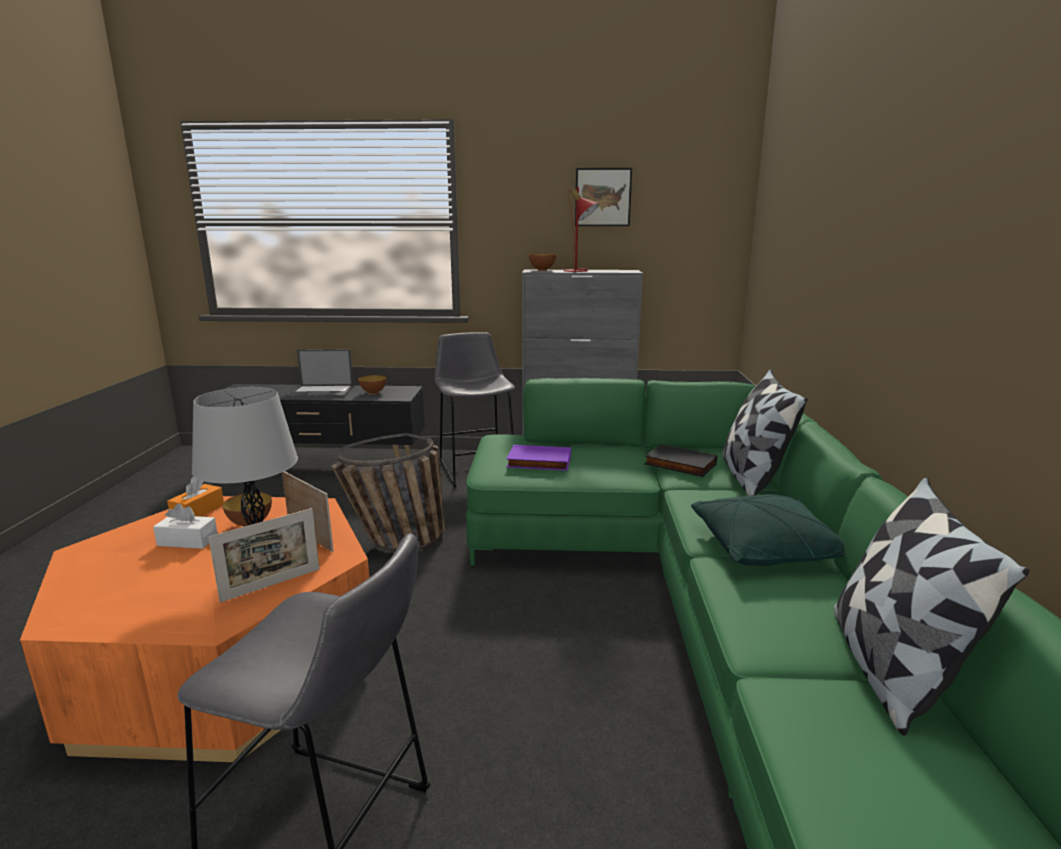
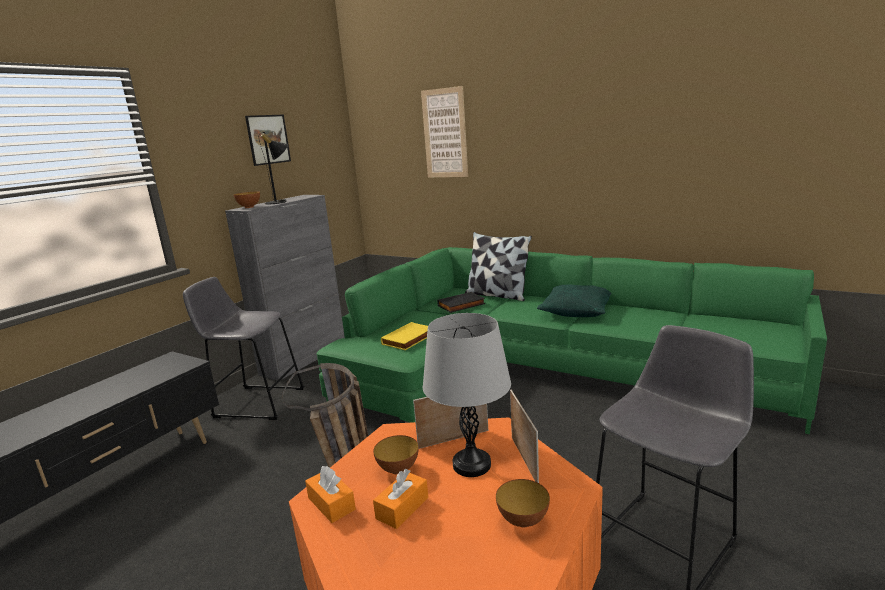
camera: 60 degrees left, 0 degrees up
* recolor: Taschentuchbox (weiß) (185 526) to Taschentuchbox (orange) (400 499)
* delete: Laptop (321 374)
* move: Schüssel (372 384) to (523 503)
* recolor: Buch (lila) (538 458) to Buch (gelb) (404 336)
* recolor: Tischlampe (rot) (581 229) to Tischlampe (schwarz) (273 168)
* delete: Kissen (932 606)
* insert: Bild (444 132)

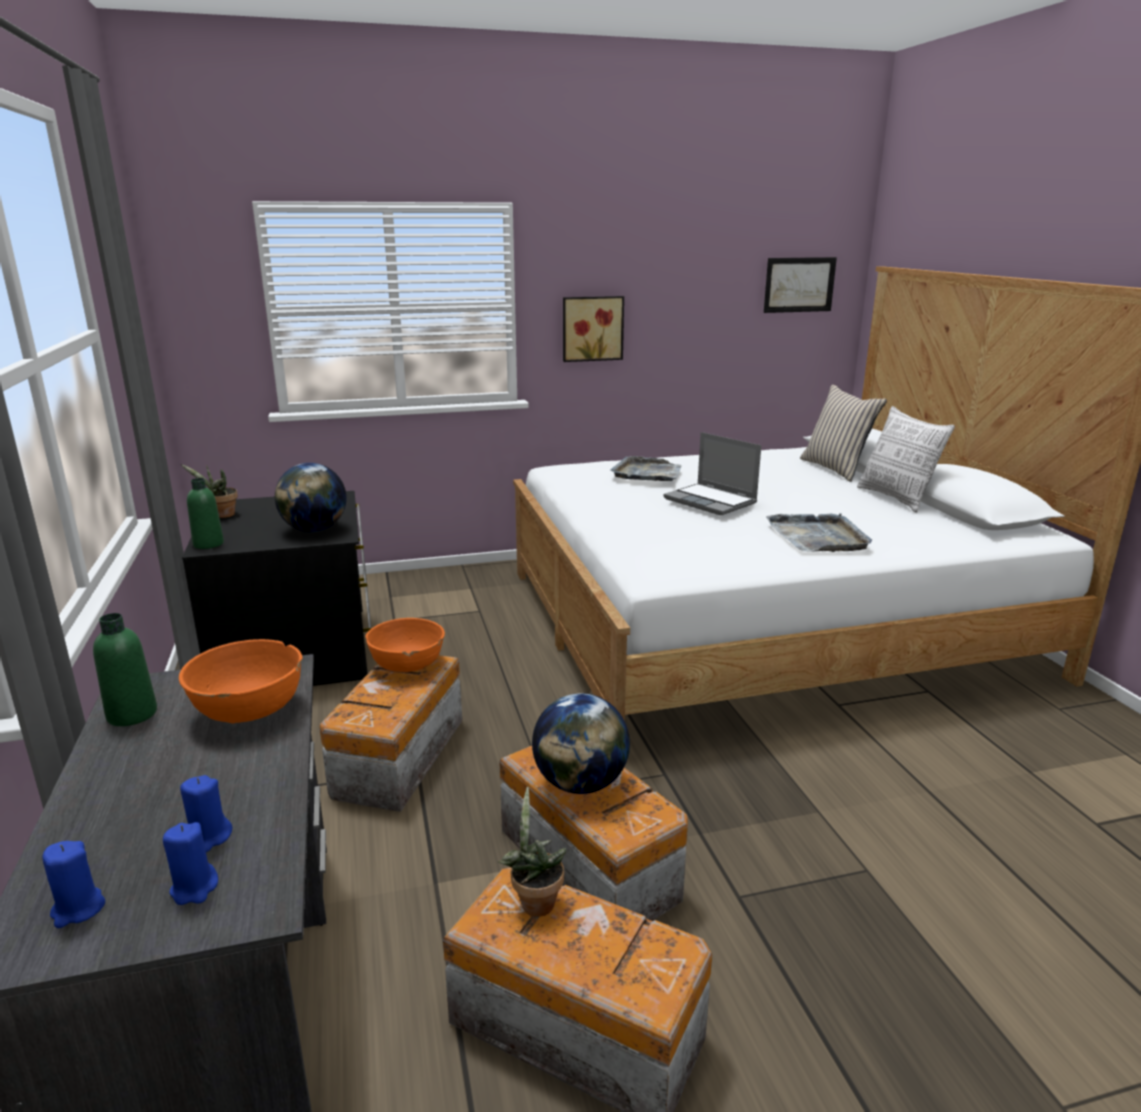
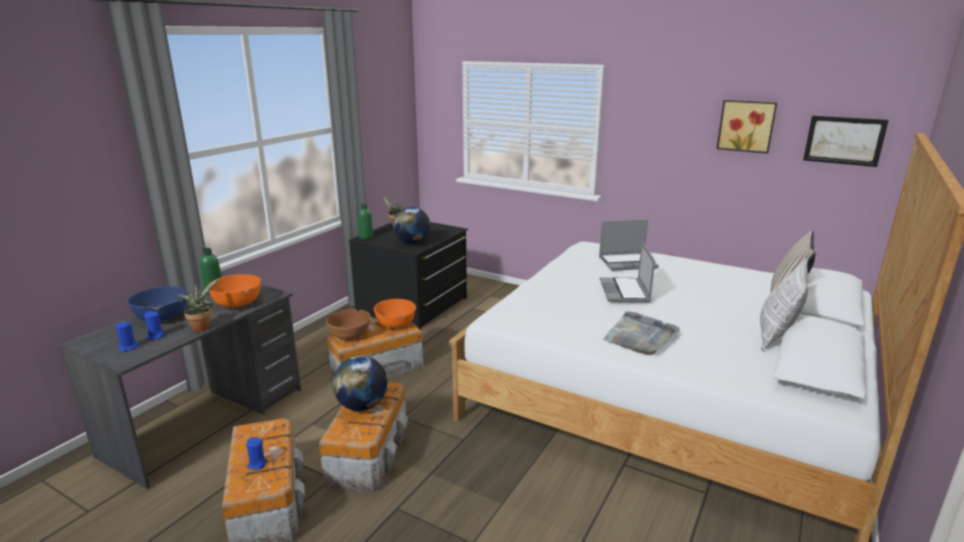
camera: 45 degrees right, 0 degrees up
* move: Kerze (blau) (73 884) to (257 453)
* move: Topfpflanze (532 852) to (198 305)
* move: Bild (593 329) to (747 127)
* replace: Tablett (grau) (646 468) to Laptop (629 245)
* insert: Schüssel (blau) (157 304)
* insert: Schüssel (braun) (348 324)

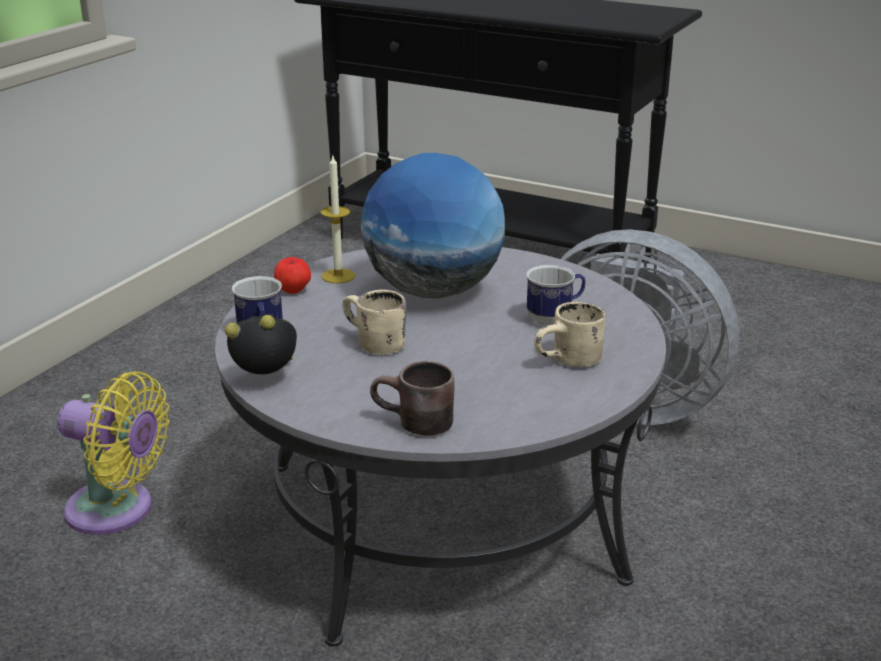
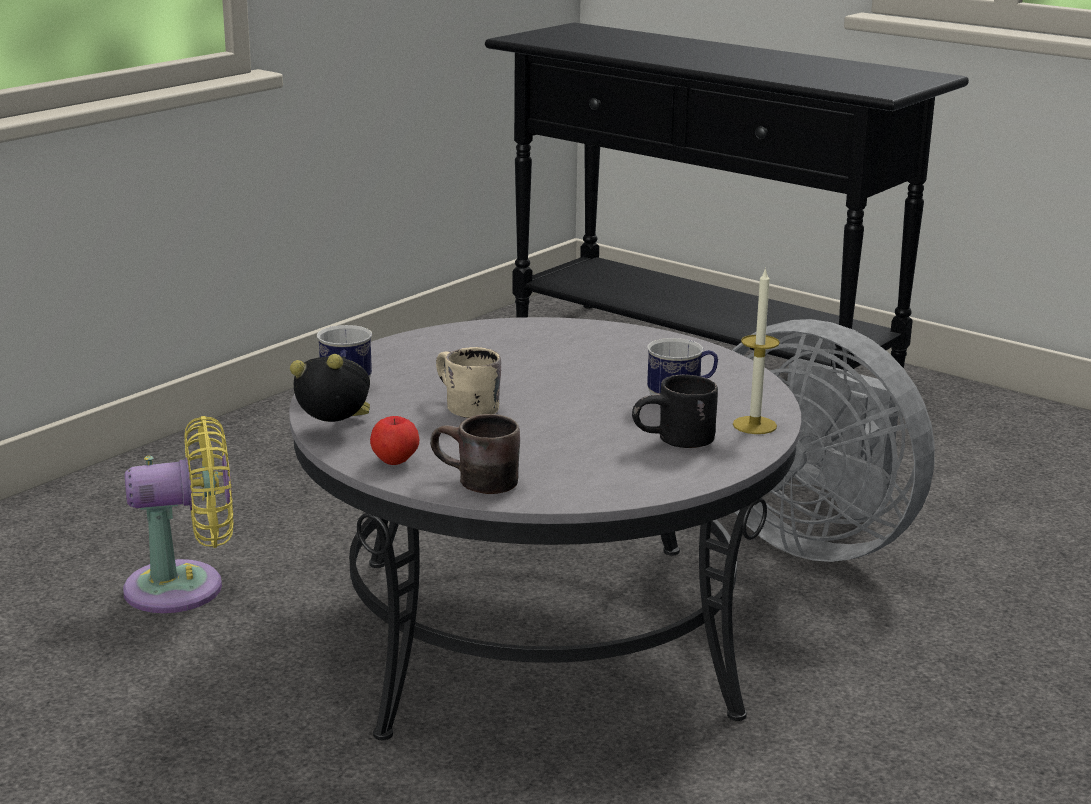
camera: 10 degrees right, 5 degrees down
* rotate: Ventilator (gelb) (113 453) = (178 514) 45 degrees counterclockwise
* move: Apfel (292 275) to (394 440)
* move: Kerze (338 219) to (756 350)
* delete: Globus (433 226)
* recolor: Henkelbecher (beige) (569 334) to Henkelbecher (schwarz) (675 411)

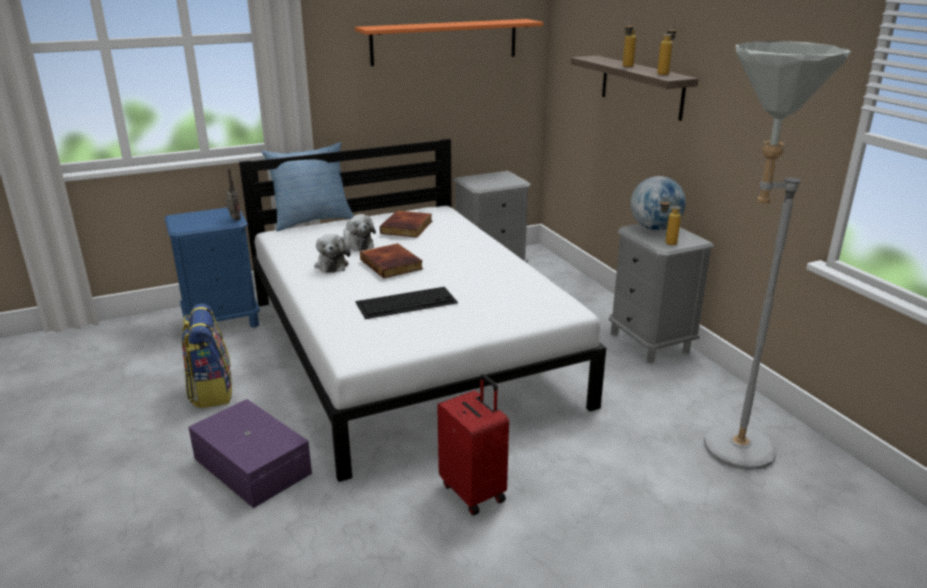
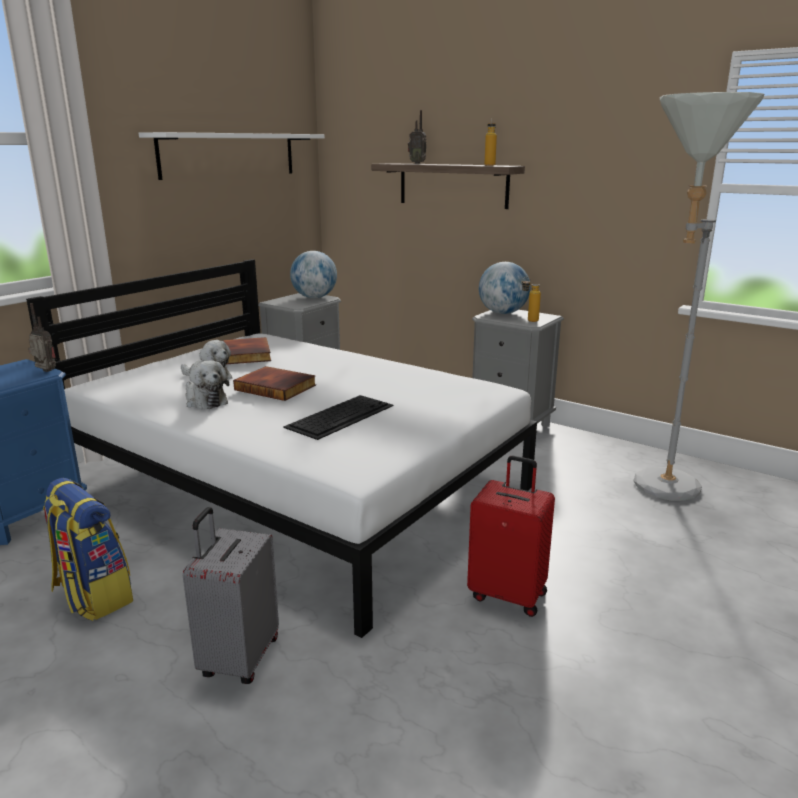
camera: 30 degrees left, 5 degrees down
* replace: Aufbewahrungsbox (lila) (250 453) to Koffer (grau) (231 595)
* delete: Kissen (308 186)
* recolor: Wandregal (orange) (449 42) to Wandregal (weiß) (232 156)
* delete: Flasche (629 44)
* insert: Globus (313 274)
* insert: Radio (417 137)

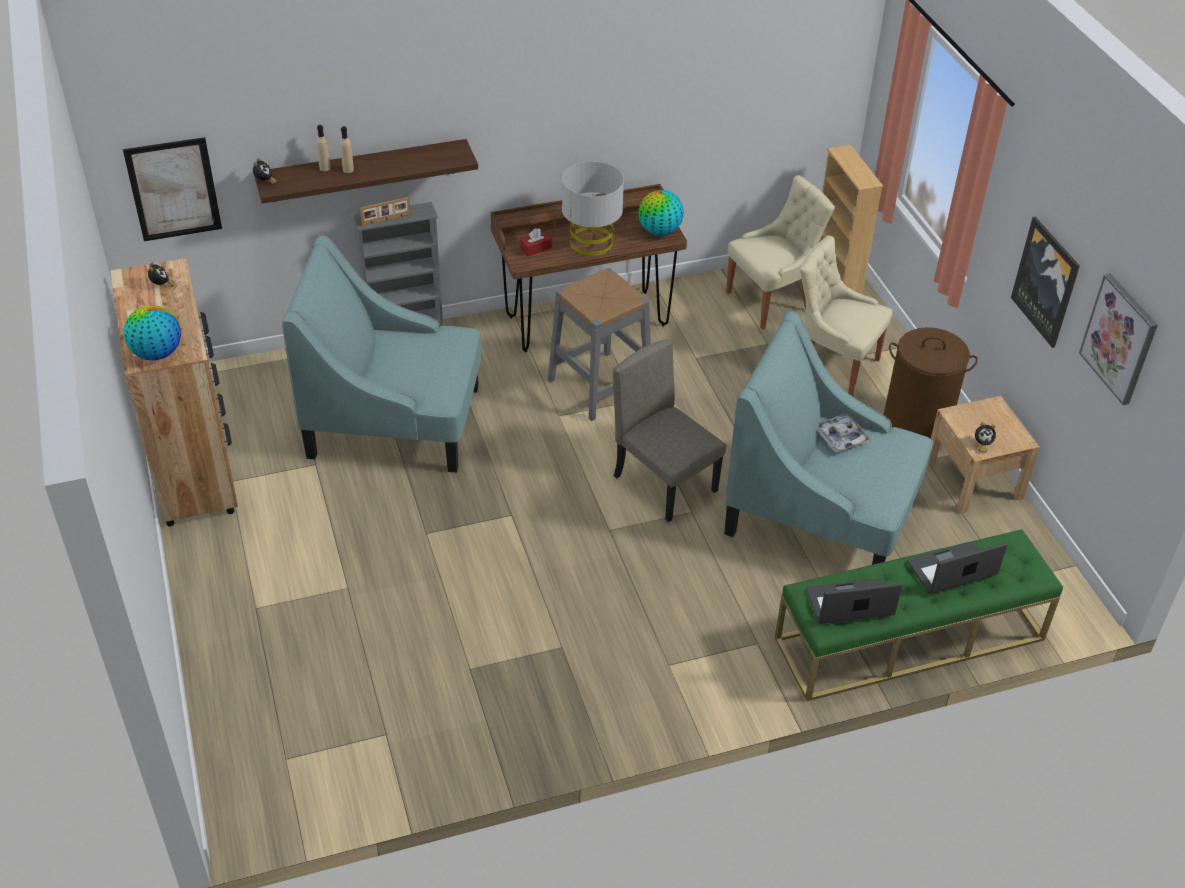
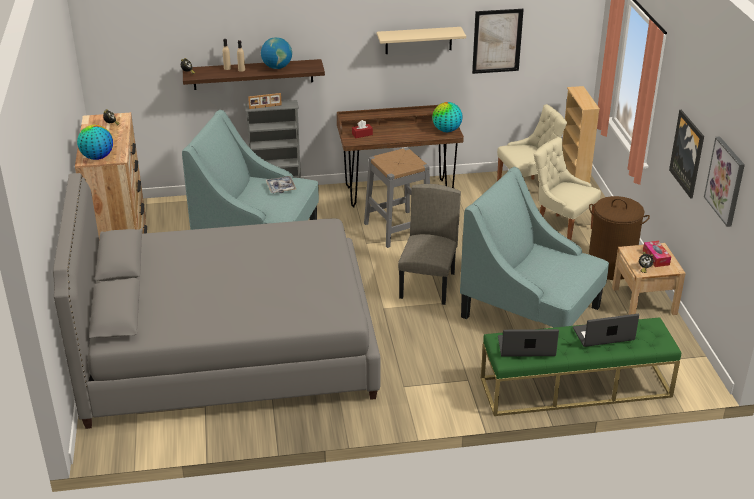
camera: 10 degrees right, 10 degrees down
* move: Bild (172 189) to (498 41)
* delete: Tischlampe (grau) (593 208)
* rotate: Stuhl (beige) (669 430) = (429 244) 45 degrees clockwise
* move: Tablett (844 432) to (281 184)
* insert: Bett (grau) (216 301)
* insert: Globus (276 53)
* insert: Wandregal (beige) (421 40)
* insert: Taschentuchbox (657 254)

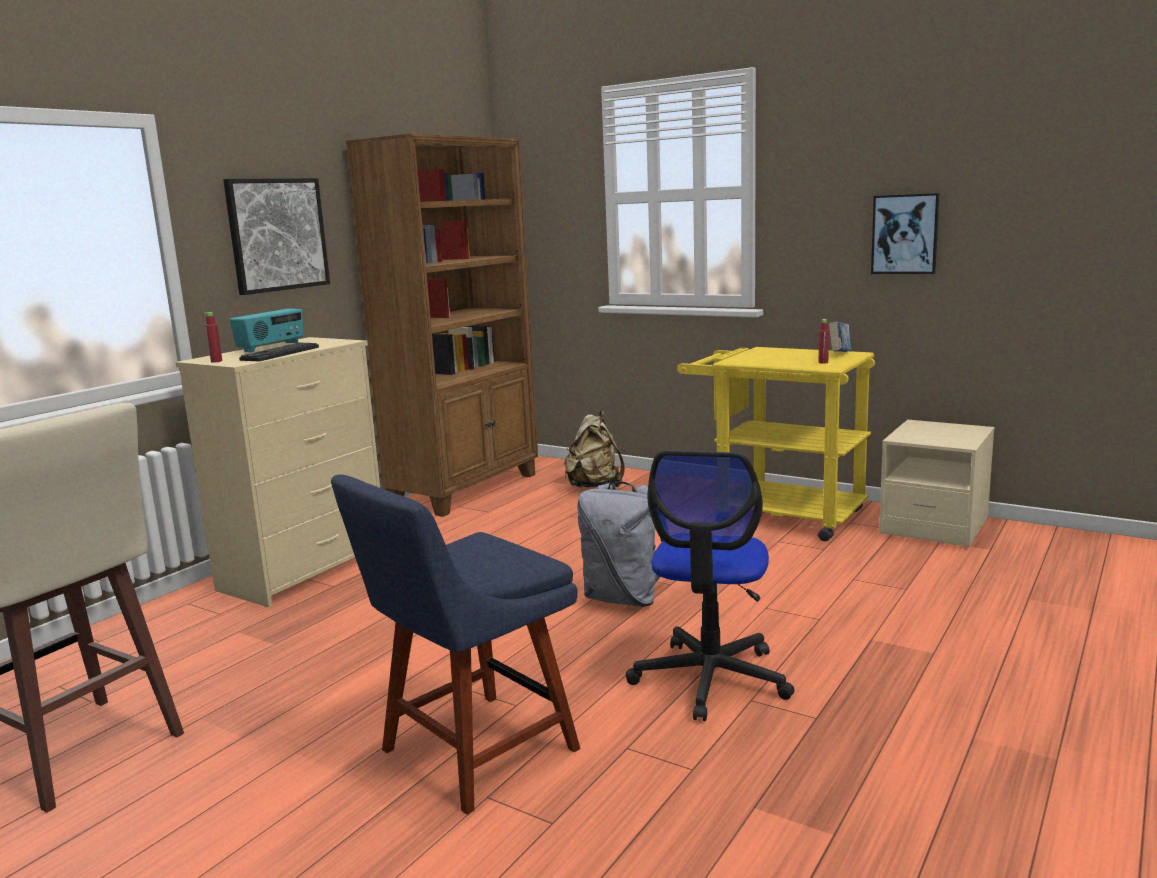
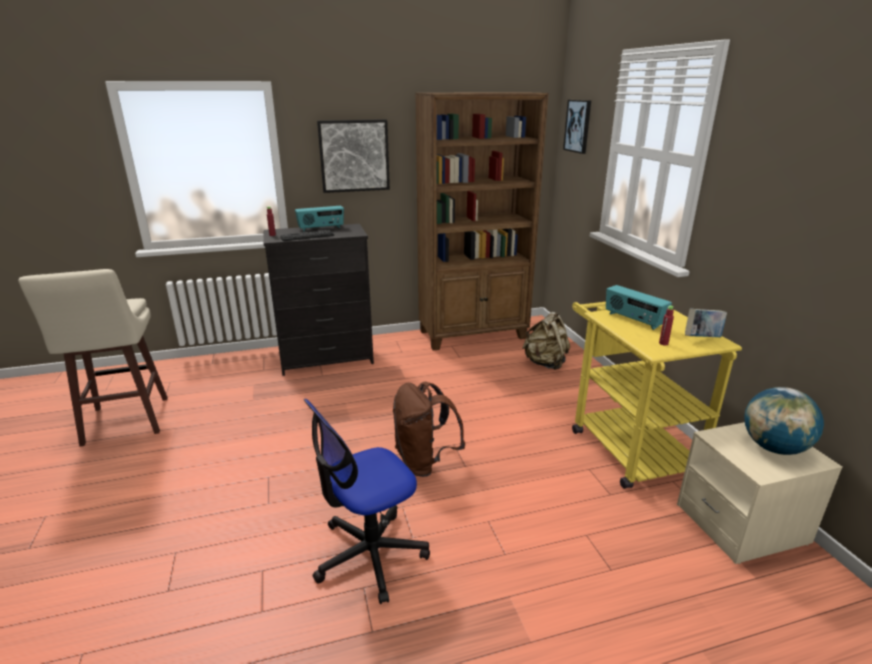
camera: 40 degrees right, 10 degrees up
* recolor: Kommode (beige) (277 472) to Kommode (schwarz) (318 300)
* delete: Stuhl (blau) (455 645)
* recolor: Rucksack (grau) (620 544) to Rucksack (braun) (429 429)
* move: Bild (905 233) to (577 127)
* insert: Radio (639 307)
* insert: Globus (784 421)

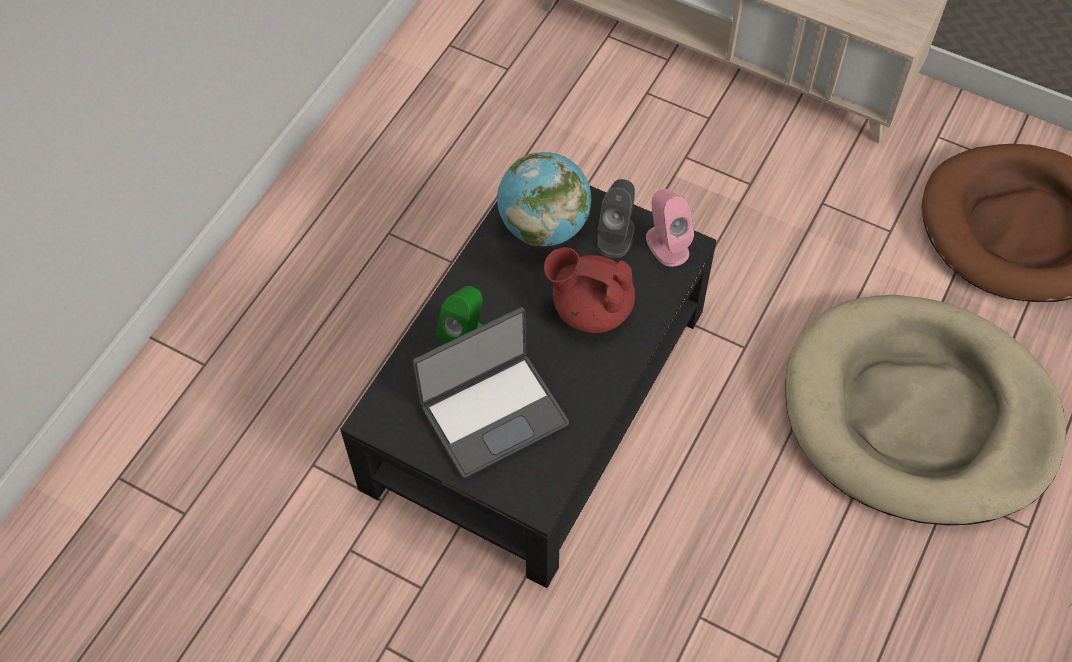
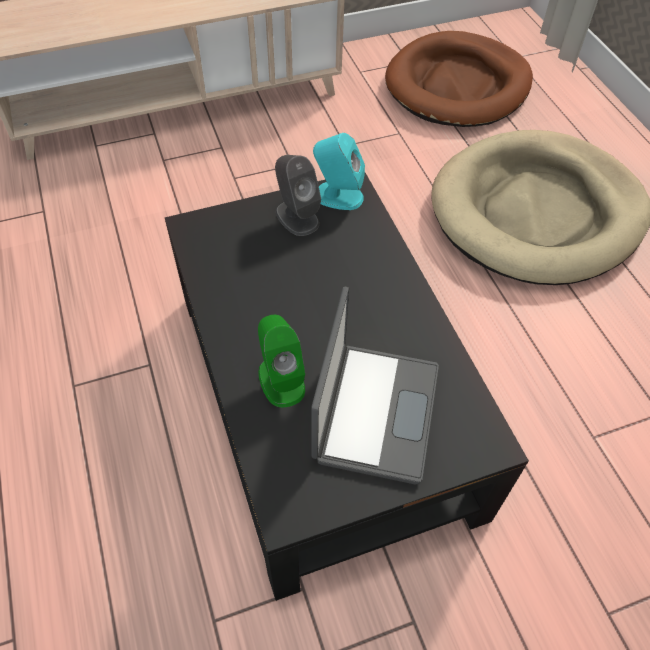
camera: 50 degrees left, 5 degrees down
* delete: Globus (544 199)
* delete: Teekanne (rot) (589 290)
* recolor: Lautsprecher (rosa) (670 228) to Lautsprecher (türkis) (339 171)

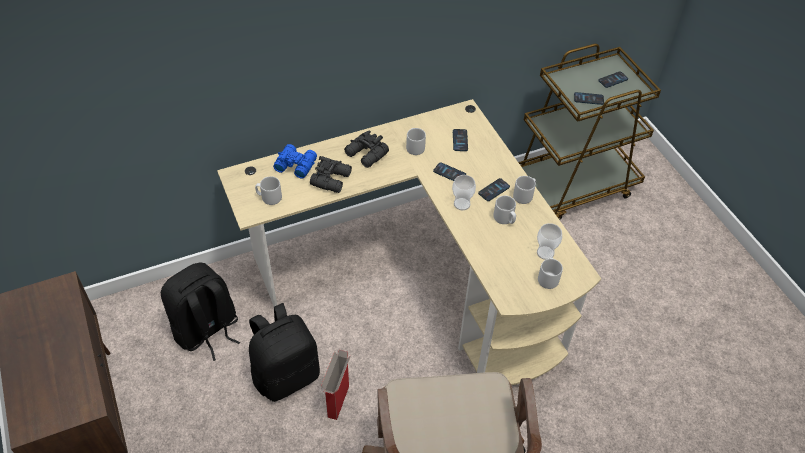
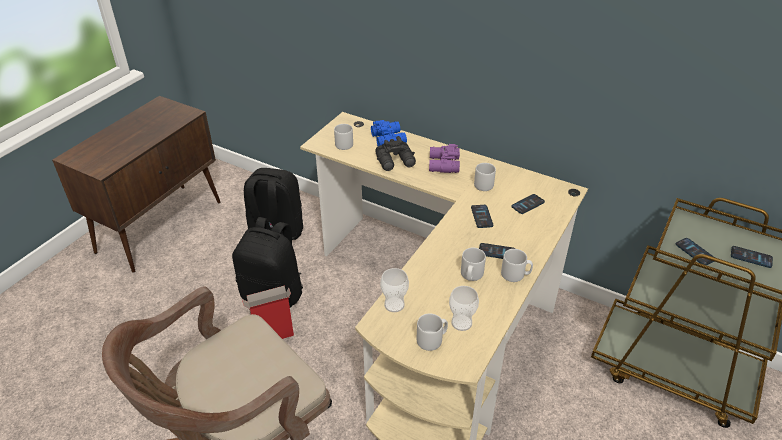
camera: 55 degrees right, 10 degrees down
* recolor: Fernglas (schwarz) (366 149) to Fernglas (lila) (444 158)
* move: Tasse (464 192) to (394 290)

